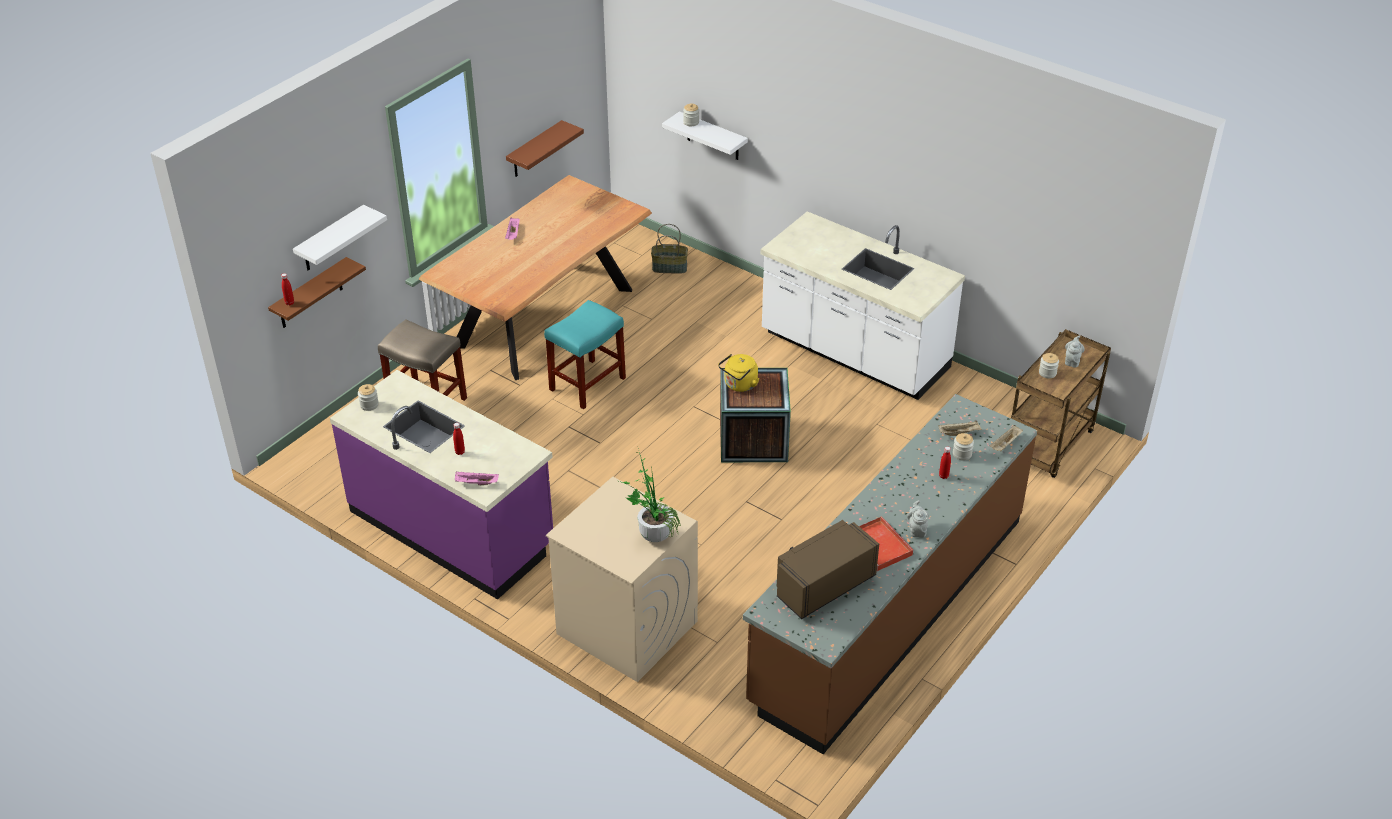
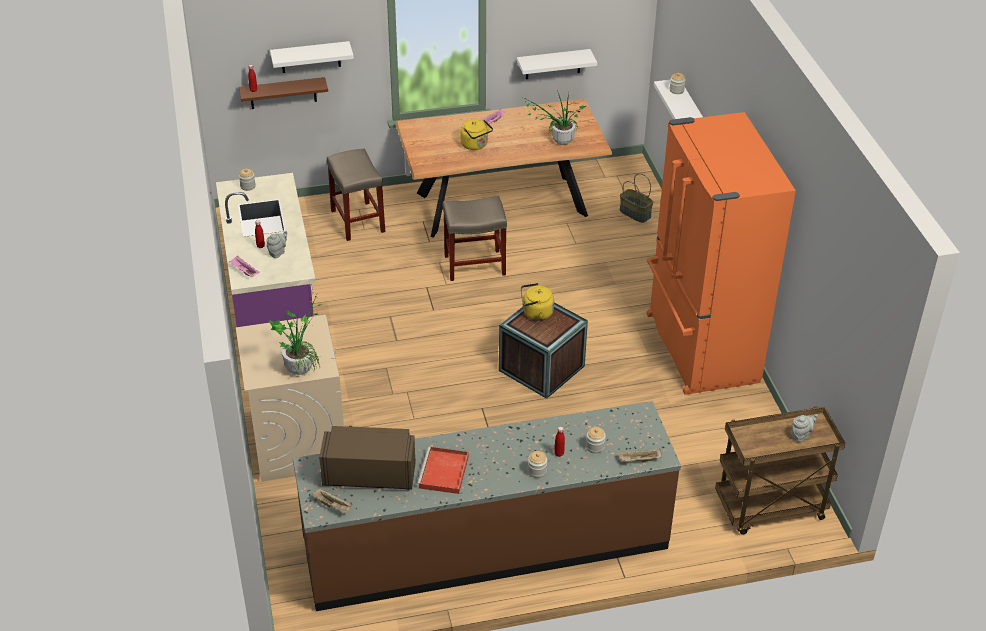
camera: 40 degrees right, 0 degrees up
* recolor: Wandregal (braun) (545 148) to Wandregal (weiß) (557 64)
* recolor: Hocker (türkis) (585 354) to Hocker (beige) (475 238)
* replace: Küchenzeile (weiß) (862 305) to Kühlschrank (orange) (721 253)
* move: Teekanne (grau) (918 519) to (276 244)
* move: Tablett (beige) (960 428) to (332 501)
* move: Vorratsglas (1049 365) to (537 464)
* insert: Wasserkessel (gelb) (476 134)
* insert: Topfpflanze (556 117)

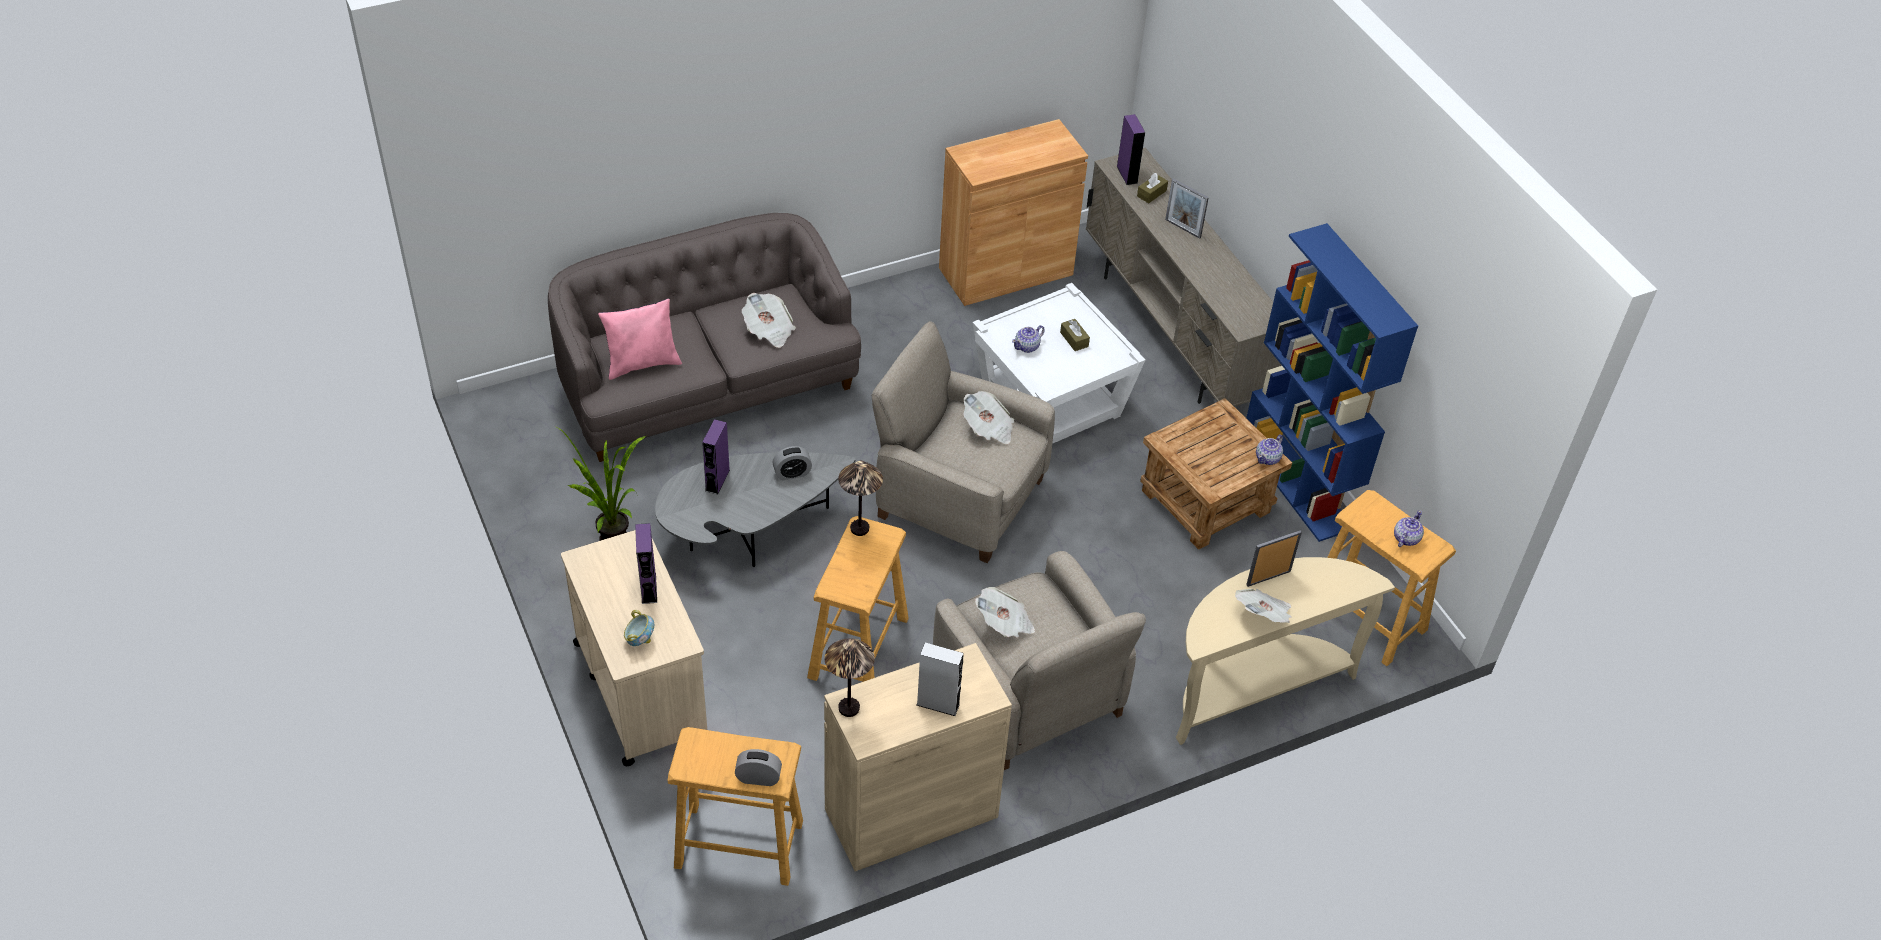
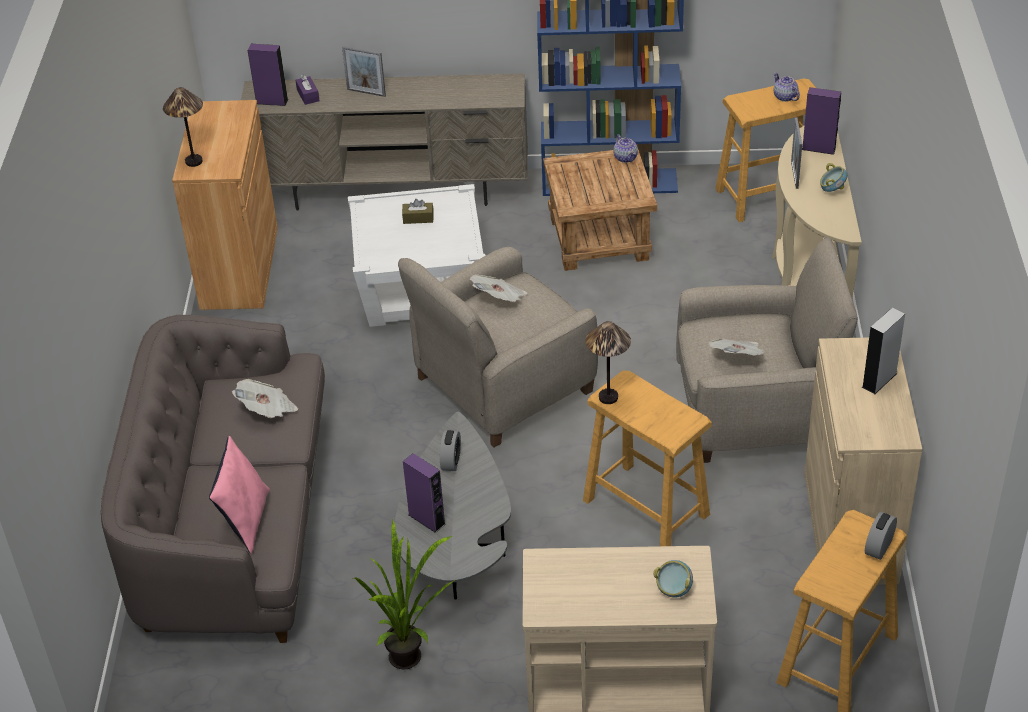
camera: 60 degrees left, 5 degrees down
* move: Lautsprecher (lila) (646 563) to (821 121)
* move: Tischlampe (850 677) to (183 127)
* delete: Teekanne (1028 339)
* recolor: Taschentuchbox (braun) (1152 188) to Taschentuchbox (lila) (307 90)
* rotate: Bilderrahmen (1187 208) = (364 71) 45 degrees clockwise
* replace: Zeitung (1263 606) to Schüssel (834 177)

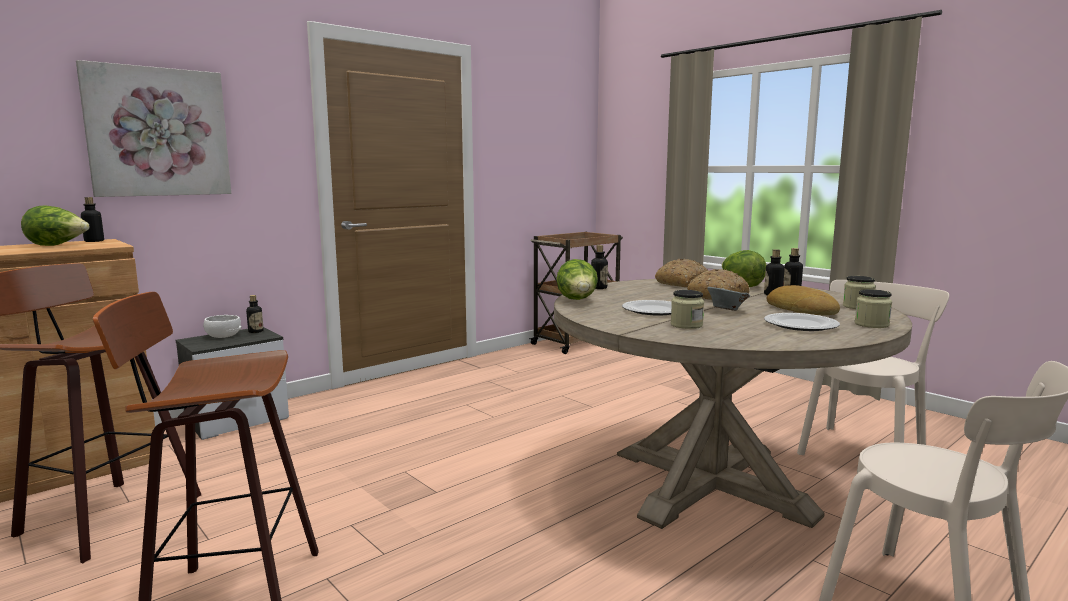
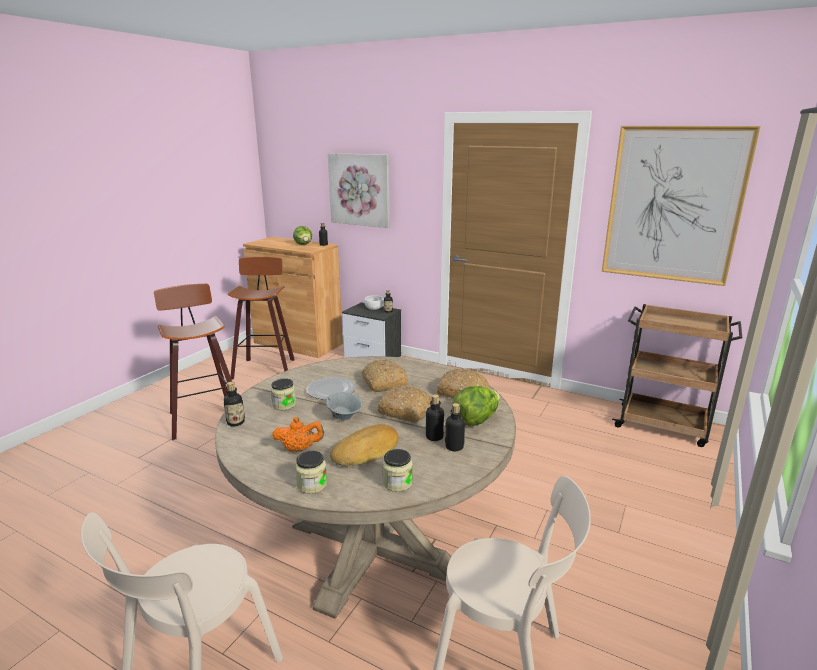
camera: 70 degrees right, 10 degrees up
* delete: Salatkopf (577 279)
* move: Flasche (599 267) to (234 404)
* replace: Teller (802 322) to Teekanne (orange) (298 434)
* insert: Brot (385 376)
* insert: Bild (681 206)

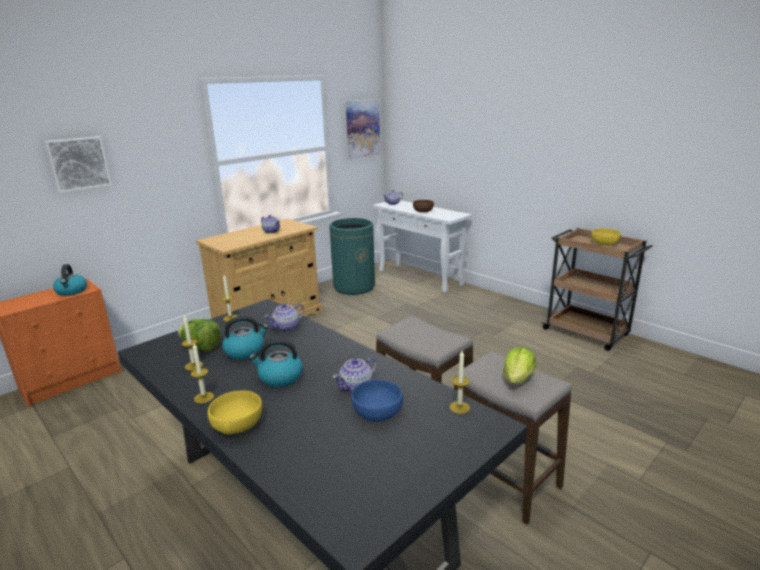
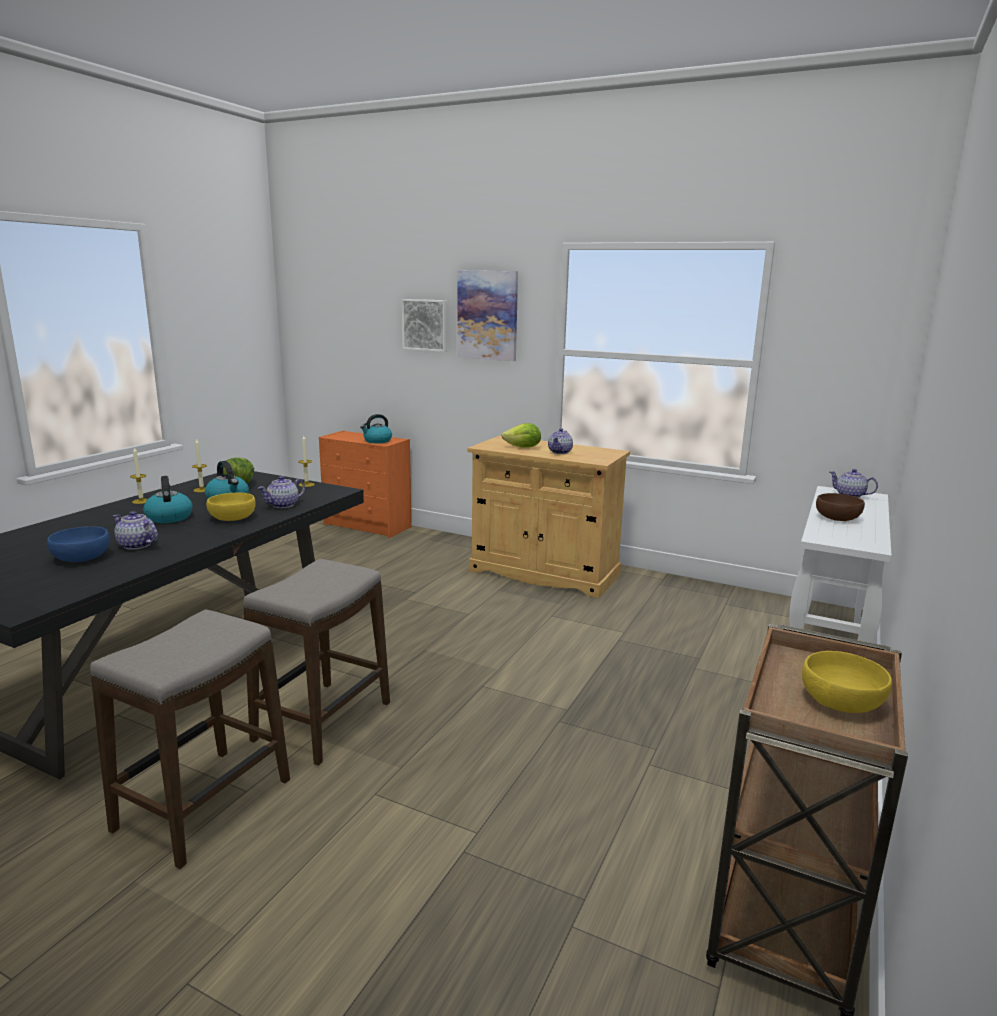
camera: 70 degrees right, 5 degrees down
* move: Schüssel (gelb) (235 412) to (230 507)
* rotate: Teekanne (284 317) = (281 492) 75 degrees counterclockwise
* delete: Mülleimer (grün) (352 256)
* move: Bild (363 129) to (487 316)
* delete: Kerze (459 382)
* move: Salatkopf (519 366) to (521 435)

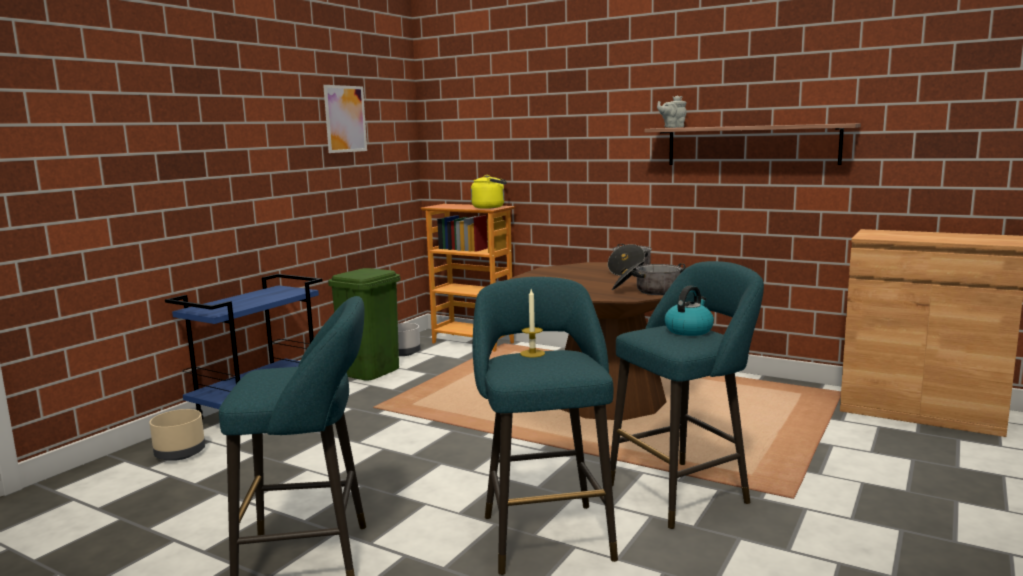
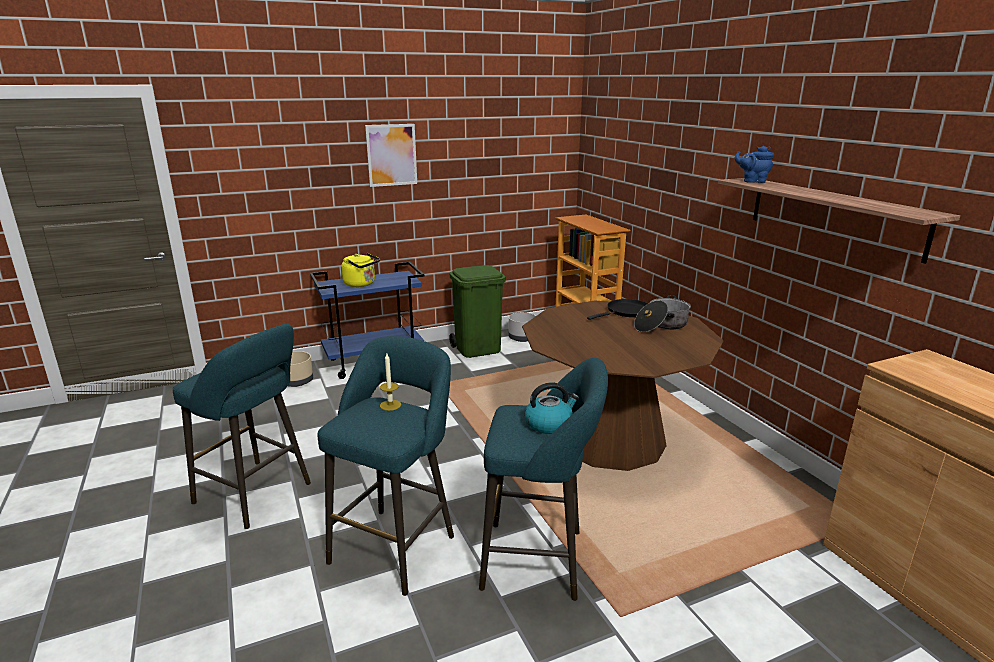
camera: 35 degrees right, 10 degrees up
* move: Bild (345 119) to (391 155)
* move: Wasserkessel (gelb) (489 192) to (360 270)
* delete: Kochtopf (649 278)
* recolor: Teekanne (grau) (672 112) to Teekanne (blau) (754 164)
* insert: Pfanne (schwarz) (617 309)

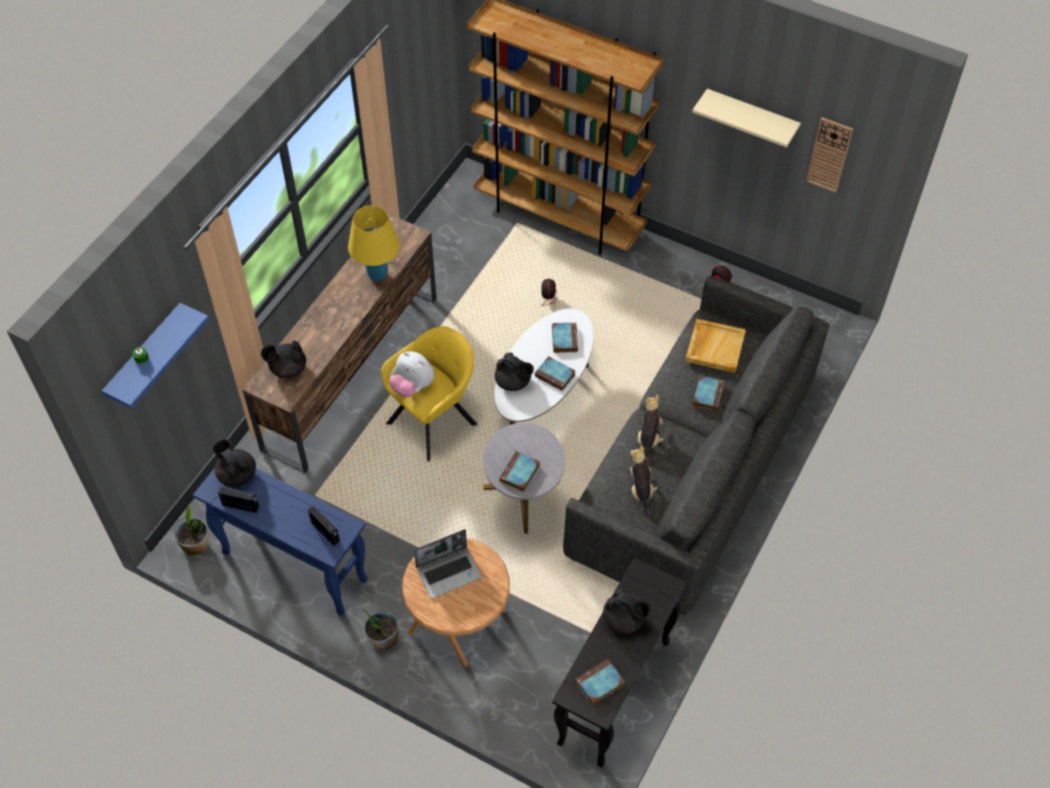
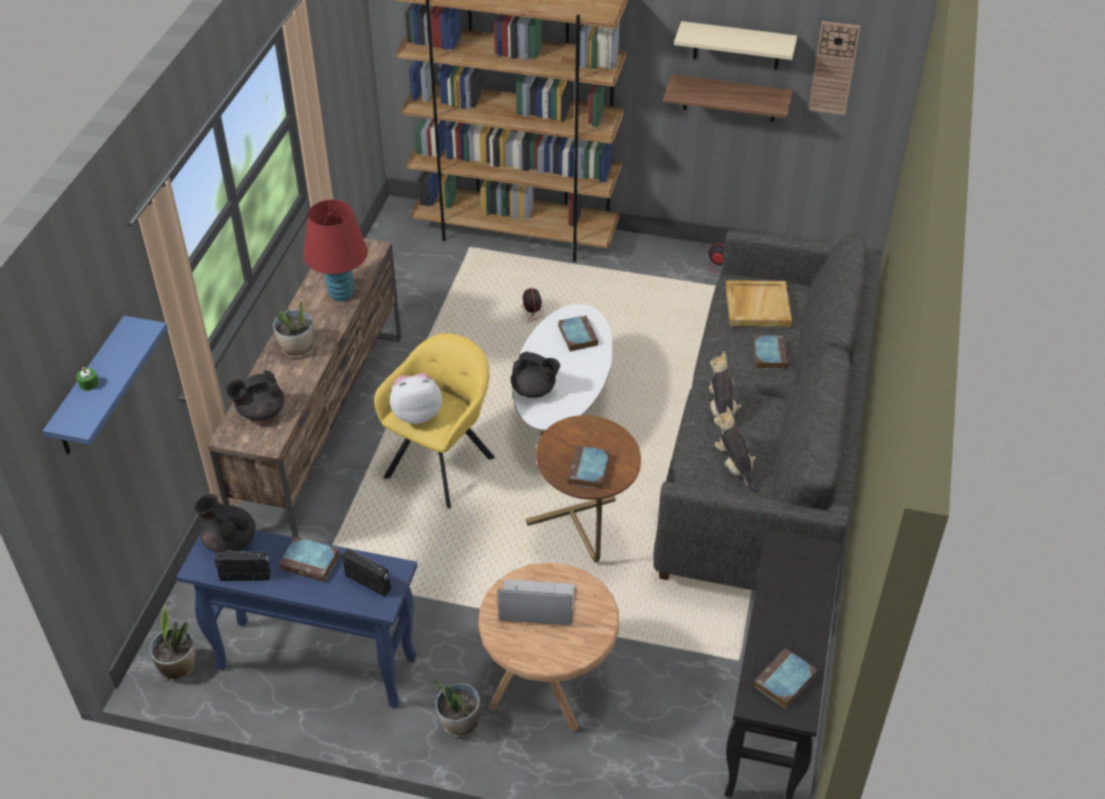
camera: 15 degrees left, 10 degrees down
* recolor: Tischlampe (gelb) (374 243) to Tischlampe (rot) (336 251)
* rotate: Plüschtier (411 374) = (416 398) 150 degrees clockwise
* rotate: Laptop (448 564) = (536 602) 135 degrees counterclockwise
* recolor: Beistelltisch (grau) (524 478) to Beistelltisch (braun) (583 488)
* move: Buch (555 373) to (309 559)
* delete: Teekanne (schwarz) (627 611)
* insert: Topfpflanze (293 328)
* insert: Wandregal (728 98)

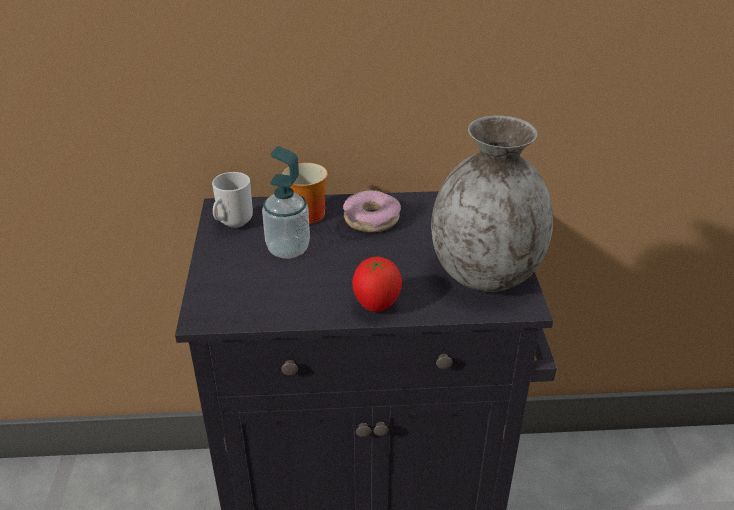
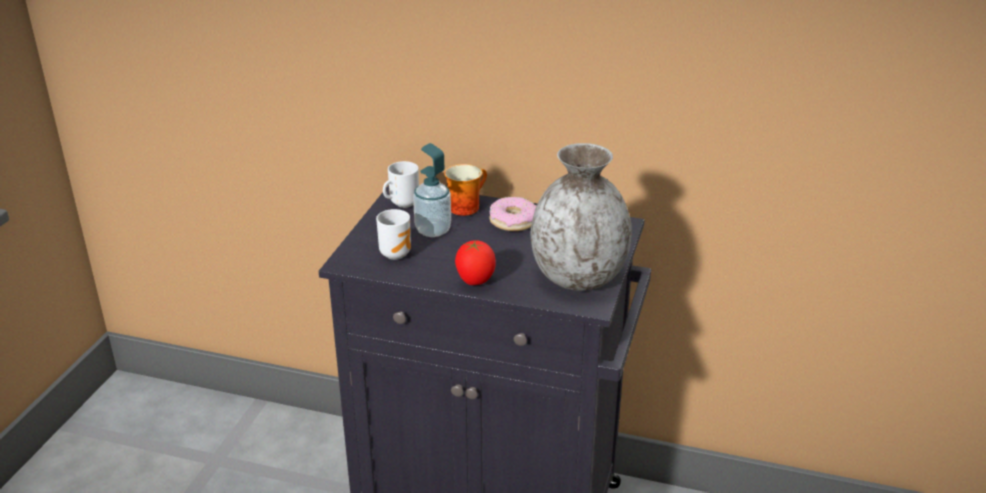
camera: 20 degrees right, 5 degrees down
* insert: Henkelbecher (393 234)

